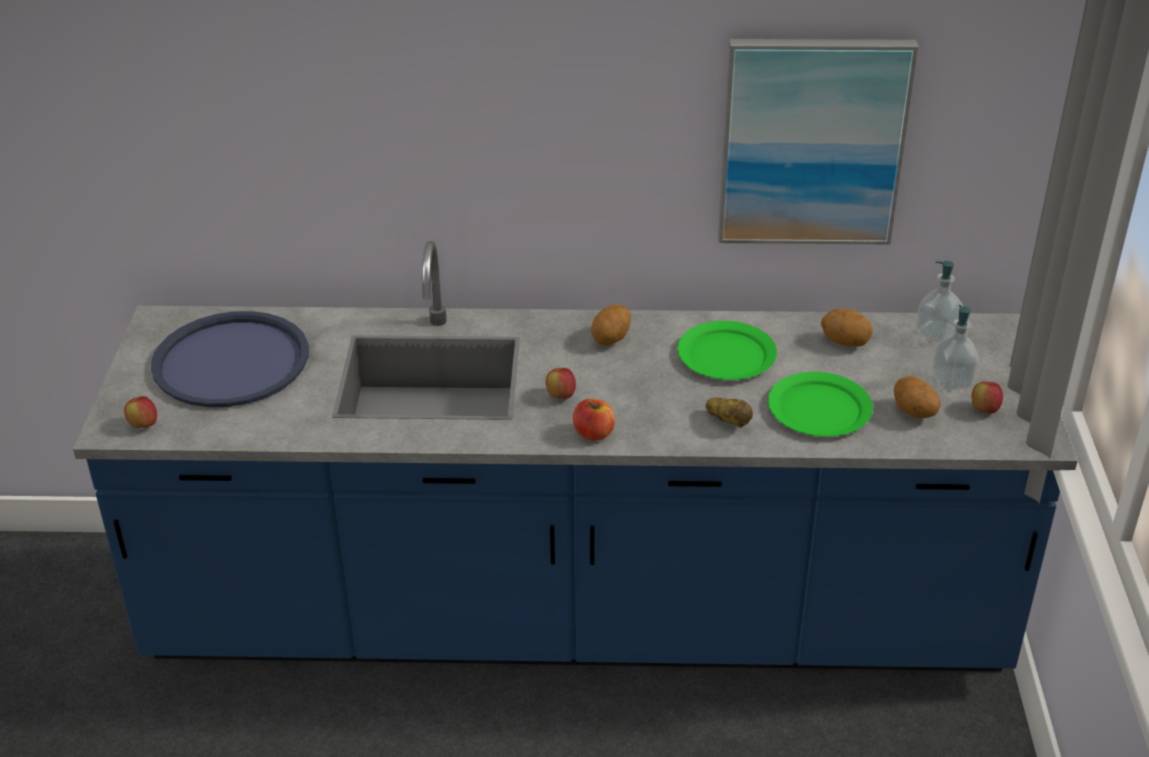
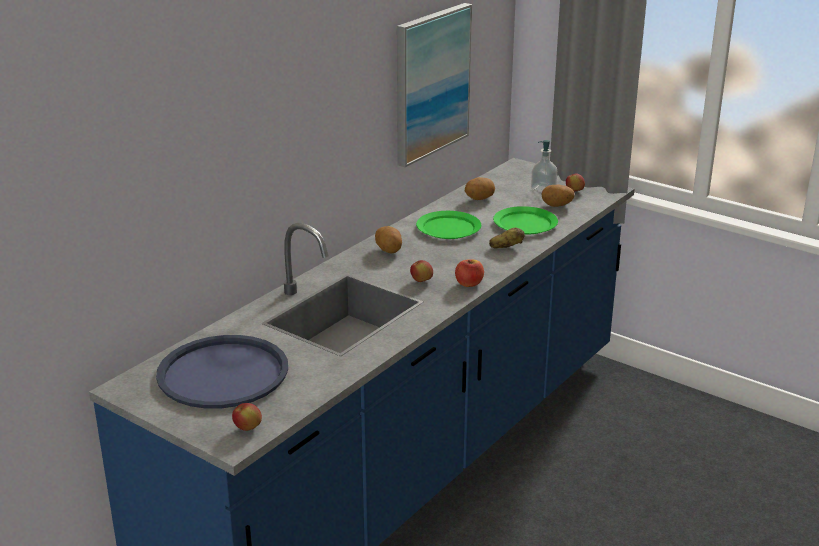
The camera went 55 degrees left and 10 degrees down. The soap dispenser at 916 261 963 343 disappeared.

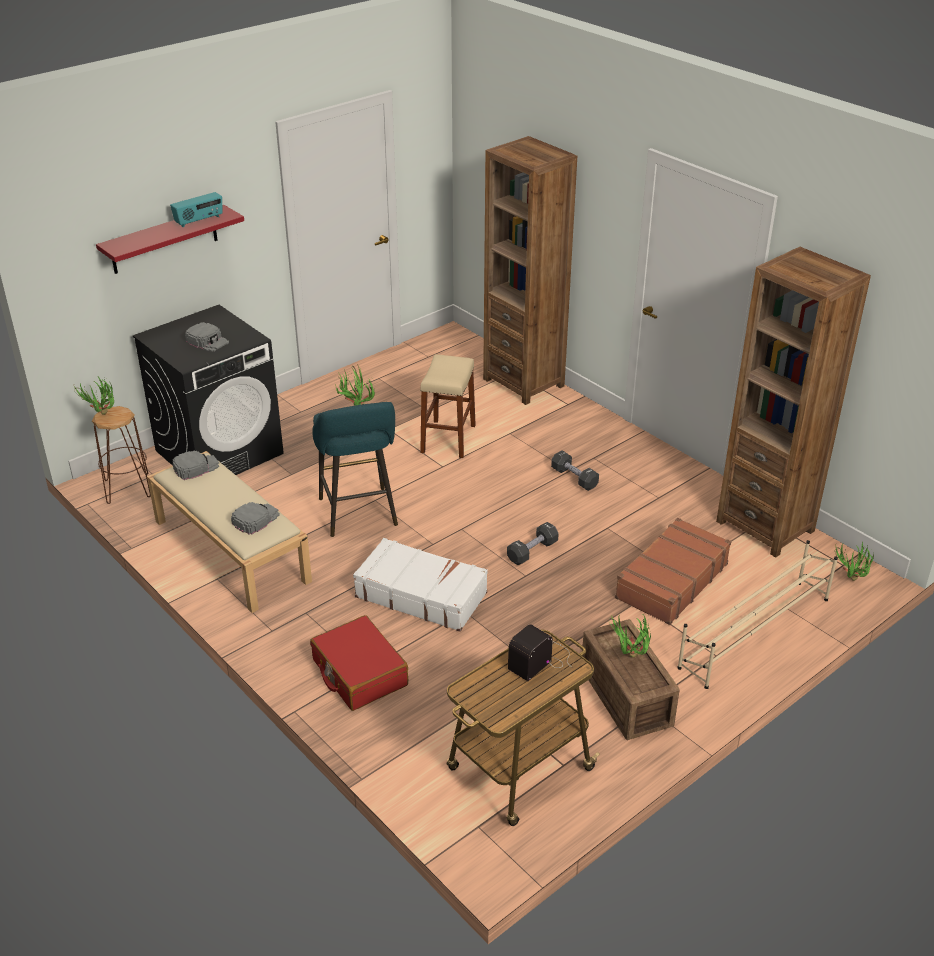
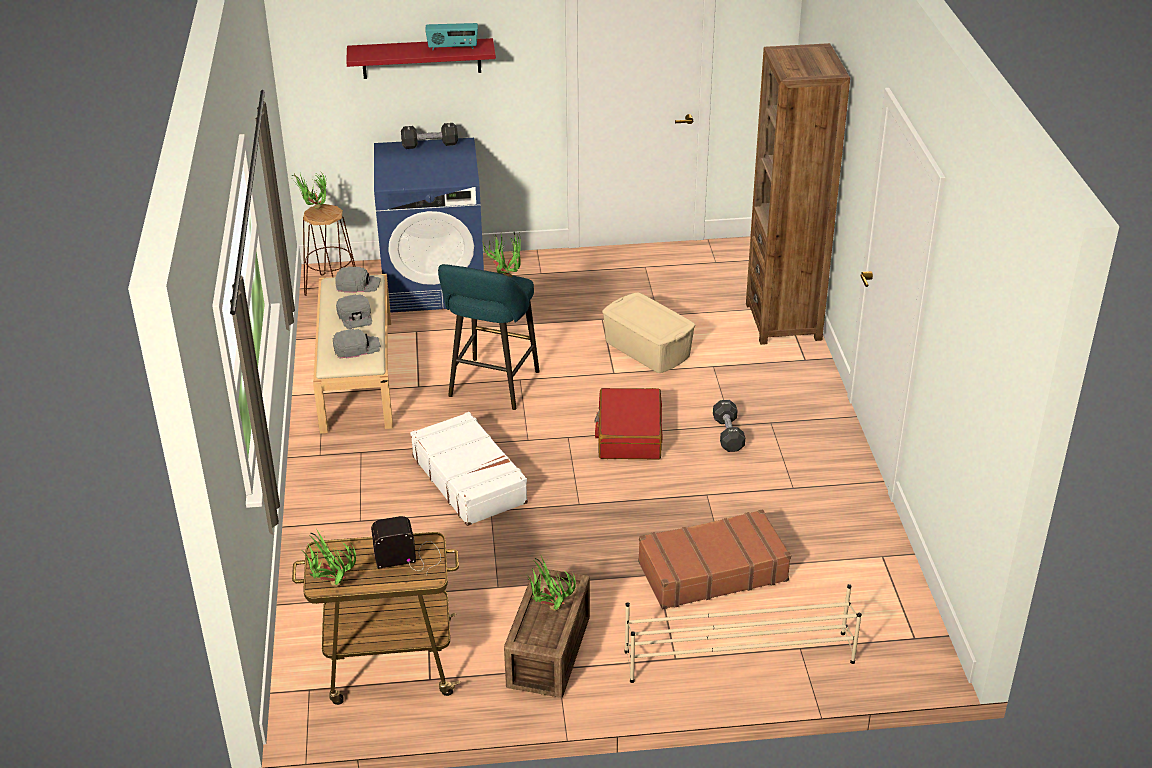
The camera went 35 degrees right and 0 degrees up. The brown bookcase at 716 247 871 557 disappeared. The black washing machine at 133 305 284 475 became the blue washing machine at 374 138 484 313. The grey cap moved from 185 322 229 352 to 336 294 372 329. The beige stool at 420 355 476 458 was replaced by the beige storage box at 602 292 695 373. The black dumbbell moved from 507 522 558 565 to 401 123 458 149. The potted plant moved from 835 542 874 581 to 303 530 356 587. The red suitcase moved from 310 615 408 711 to 594 388 663 460.

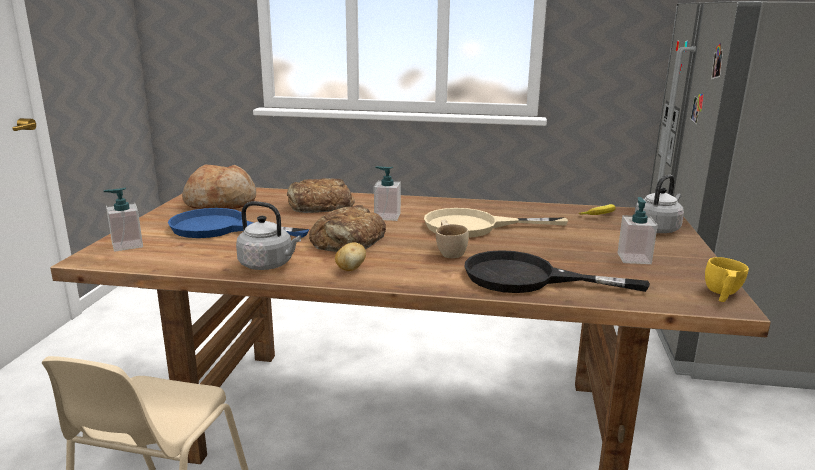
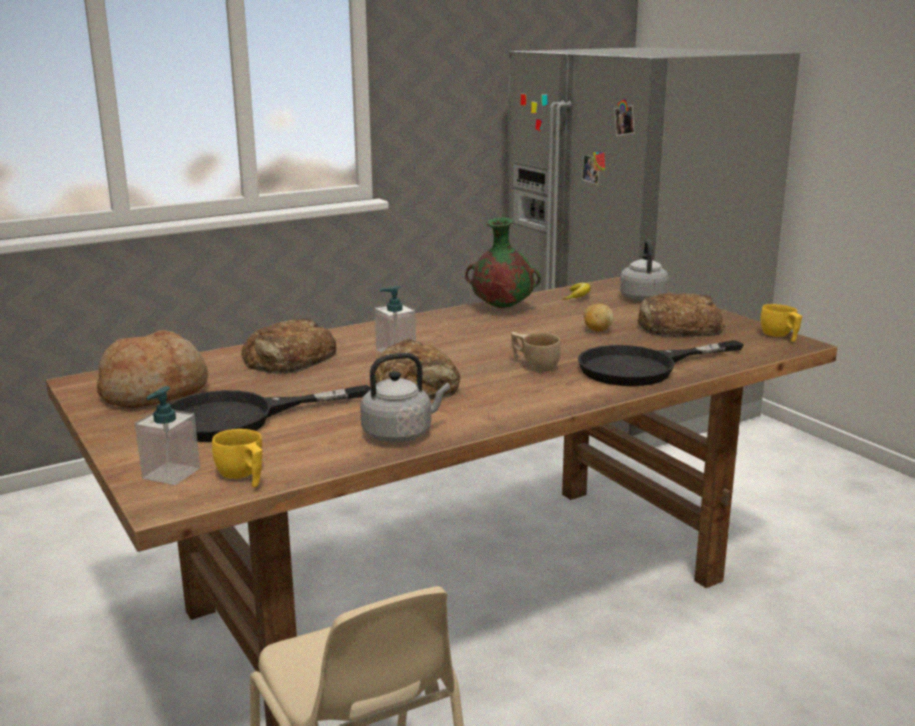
The camera went 40 degrees left and 0 degrees up. The soap dispenser at 617 197 658 264 was replaced by the bread at 638 293 726 337. The blue frying pan at 168 208 309 238 became the black frying pan at 170 385 371 442. The beige frying pan at 424 208 568 238 disappeared. The potato moved from 335 242 366 271 to 584 304 614 332. The green vase at 465 218 541 308 appeared. The yellow cup at 212 429 262 487 appeared.

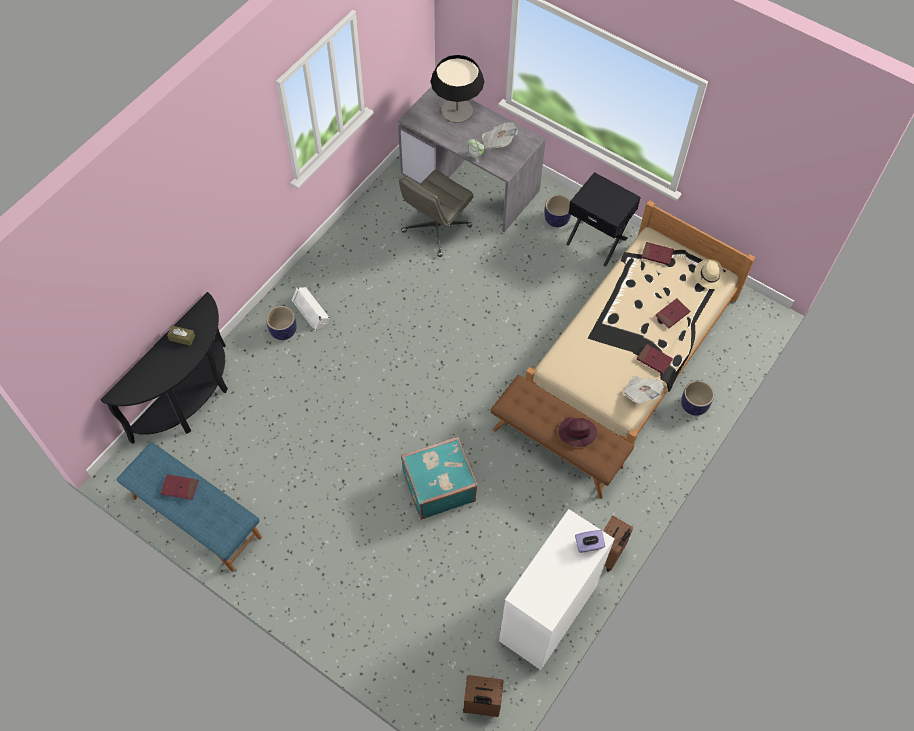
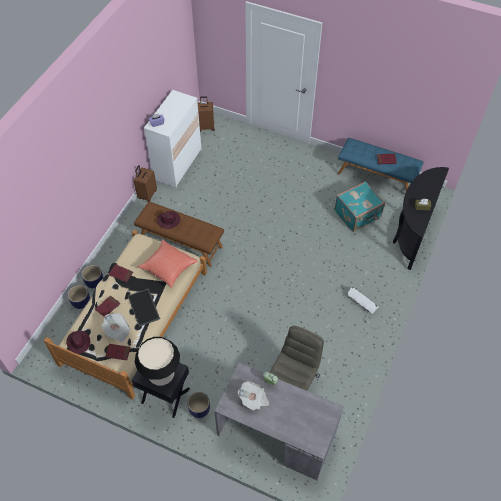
The camera went 170 degrees right and 5 degrees down. The table lamp moved from 431 55 484 123 to 135 337 180 386. The beige hat at 694 259 727 289 became the purple hat at 66 331 90 354. The planter moved from 266 306 296 340 to 68 285 90 309. The newspaper moved from 622 376 664 403 to 102 313 131 343. The turquoise suitcase moved from 401 437 478 519 to 335 181 385 232. The red pillow at 138 239 198 288 appeared. The tray at 128 288 160 327 appeared.

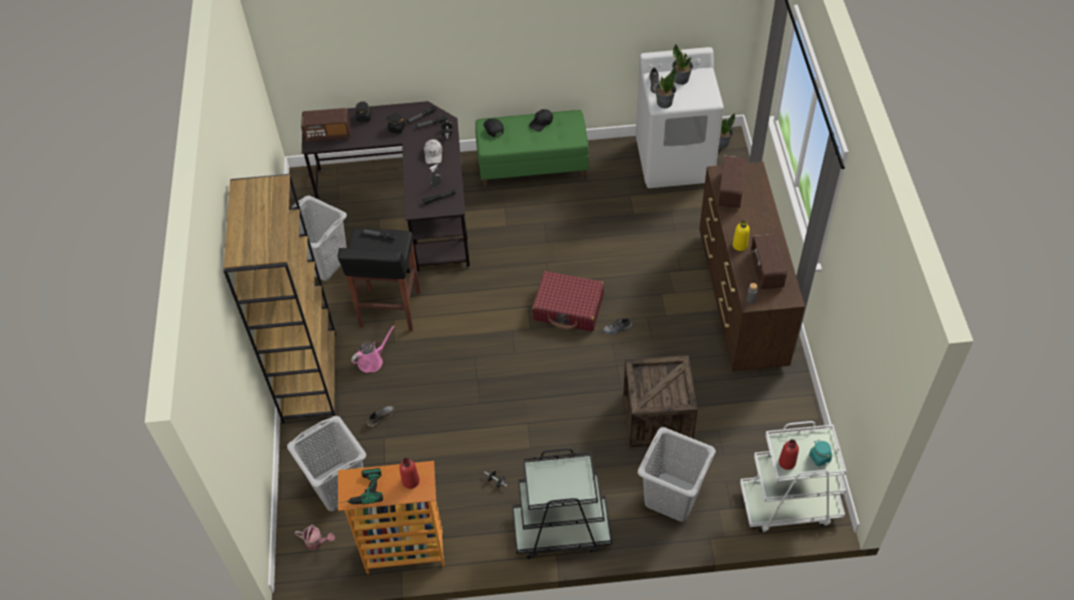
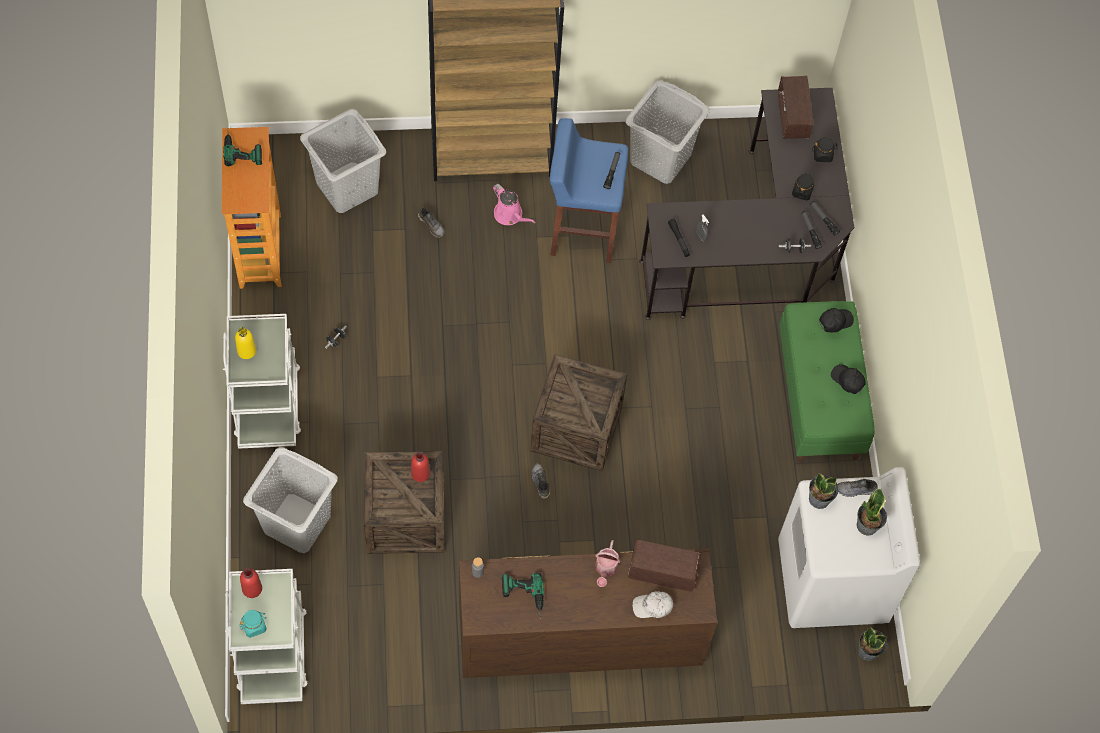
The camera went 85 degrees right and 10 degrees up. The white cap moved from 424 139 442 164 to 632 591 673 618. The yellow bottle moved from 732 220 750 251 to 235 327 256 359. The black stool at 337 228 420 331 became the blue stool at 550 118 628 263. The radio at 751 234 787 289 was replaced by the power drill at 502 572 544 619. The red suitcase at 532 271 604 331 was replaced by the crate at 531 354 627 471. The black cart at 512 448 612 559 became the white cart at 223 314 301 449. The red bottle moved from 399 458 420 489 to 411 452 430 482. The watering can moved from 295 524 335 550 to 596 540 620 587.

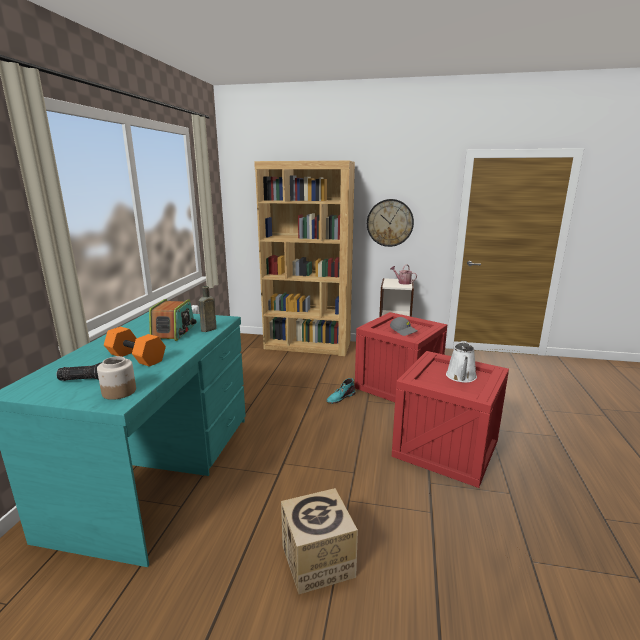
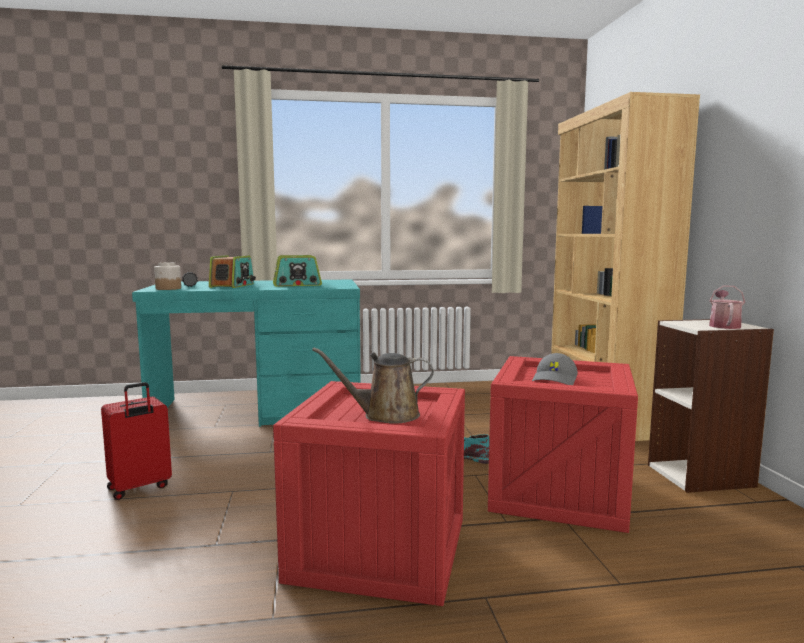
The camera went 70 degrees right and 10 degrees down. The wall clock at 367 199 414 247 disappeared. The brown bottle at 199 286 217 332 disappeared. The orange dumbbell at 104 327 166 367 was replaced by the radio at 209 255 256 288. The white watering can at 446 341 477 383 became the brown watering can at 312 347 434 424. The cardboard box at 281 488 358 594 was replaced by the red suitcase at 101 382 172 500.

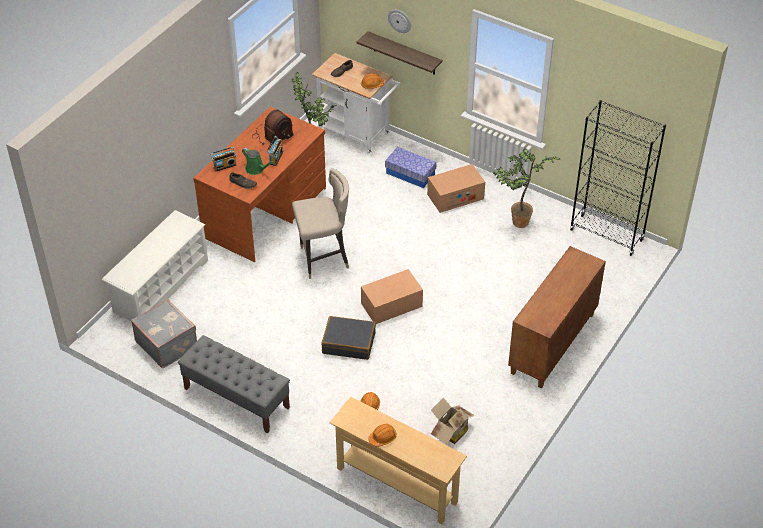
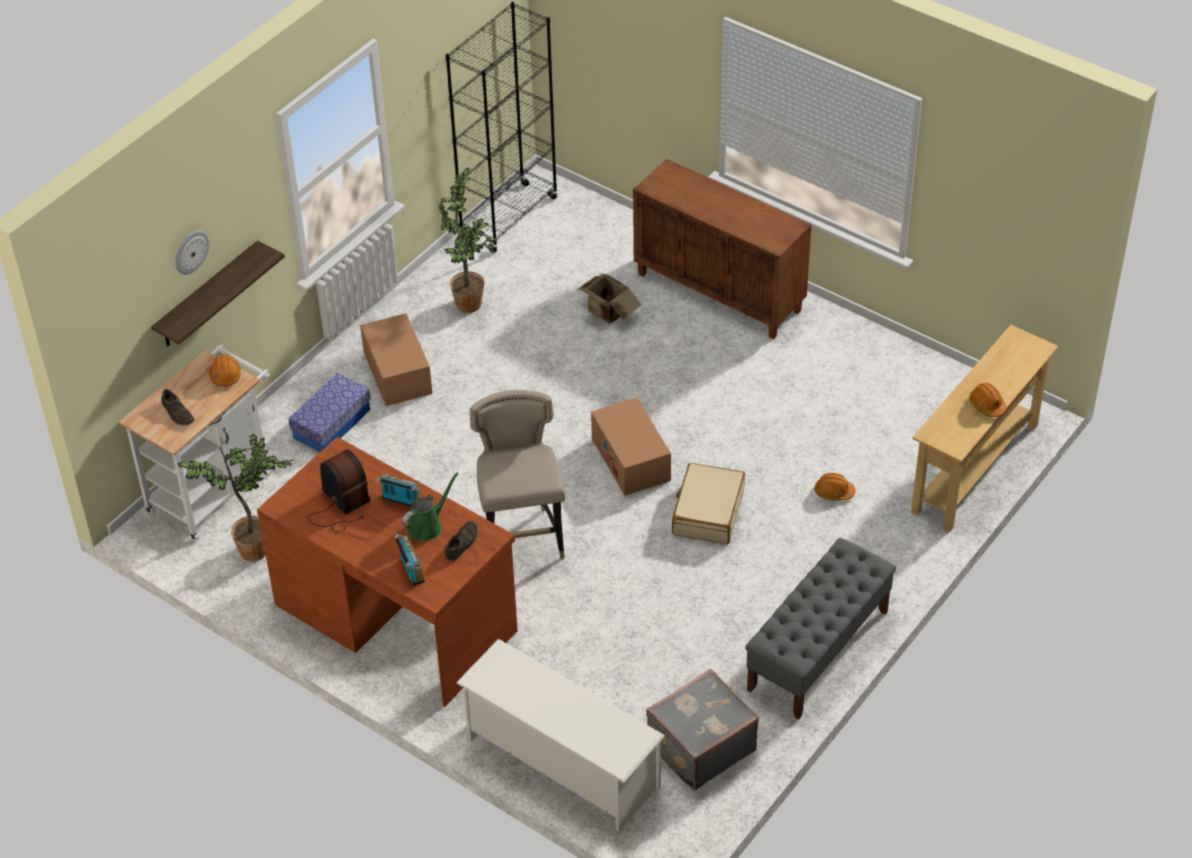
The camera went 85 degrees left and 0 degrees up. The black suitcase at 322 316 376 360 became the beige suitcase at 672 463 745 544. The cardboard box moved from 431 398 475 444 to 577 273 641 324.

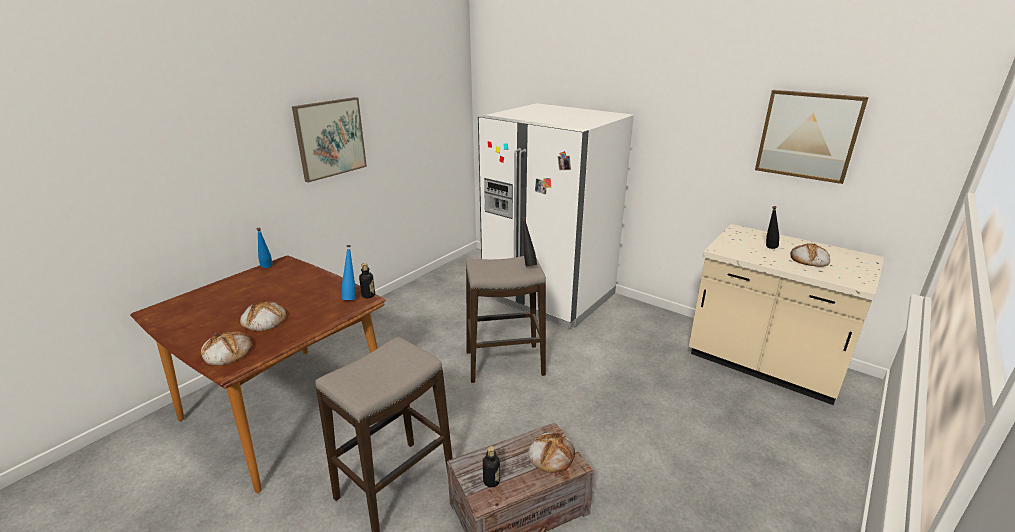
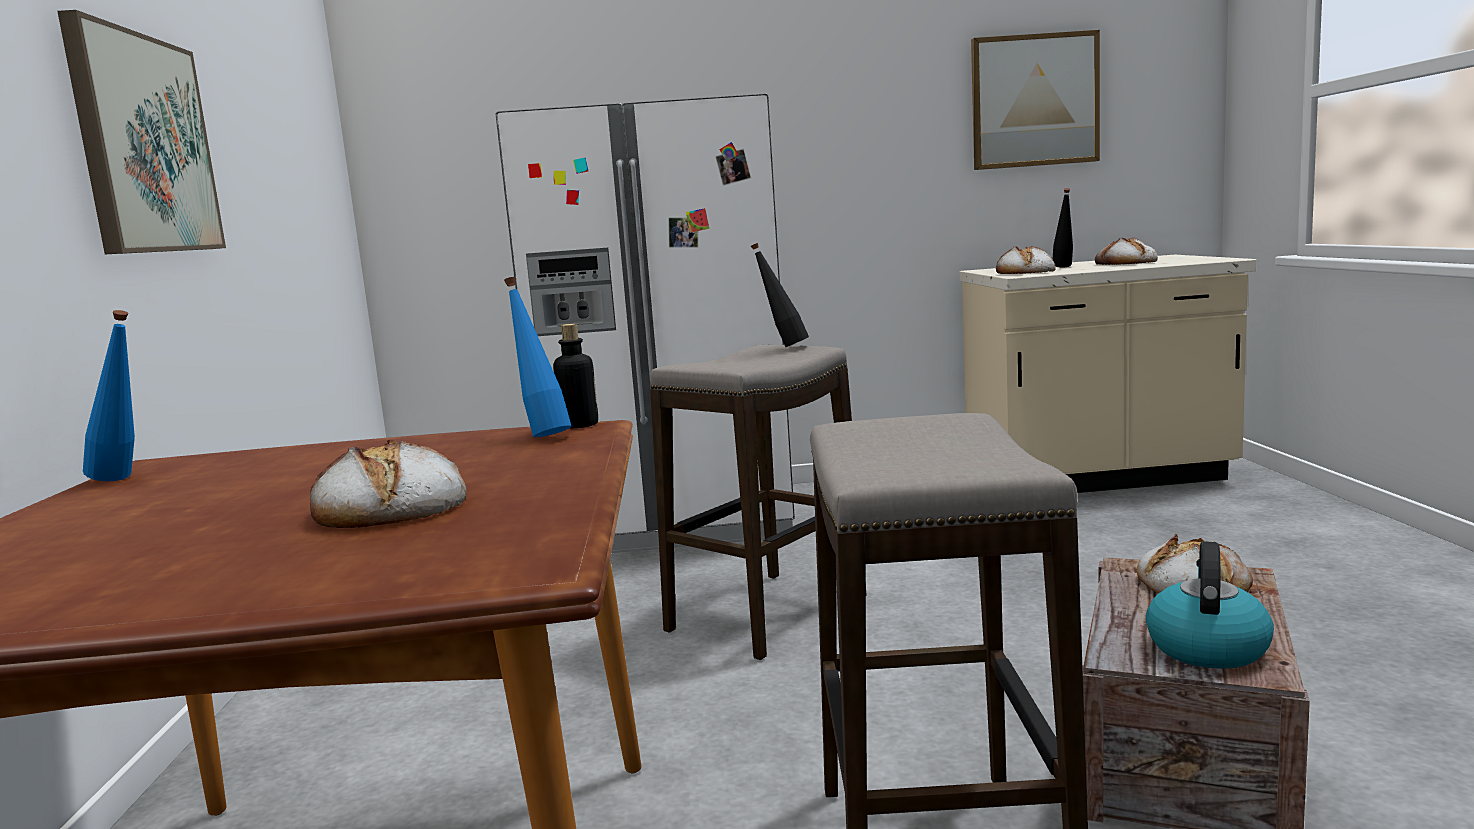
The camera went 40 degrees left and 15 degrees down. The bread moved from 201 331 253 366 to 996 246 1056 274. The bottle at 483 446 500 487 was replaced by the kettle at 1146 541 1274 669.

